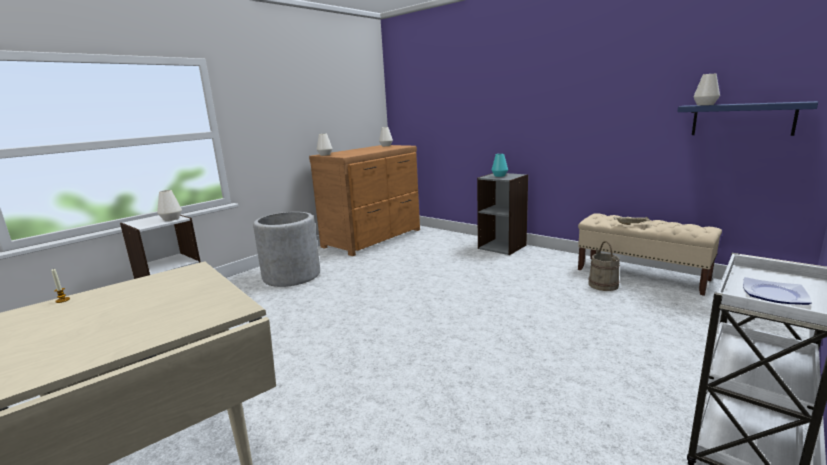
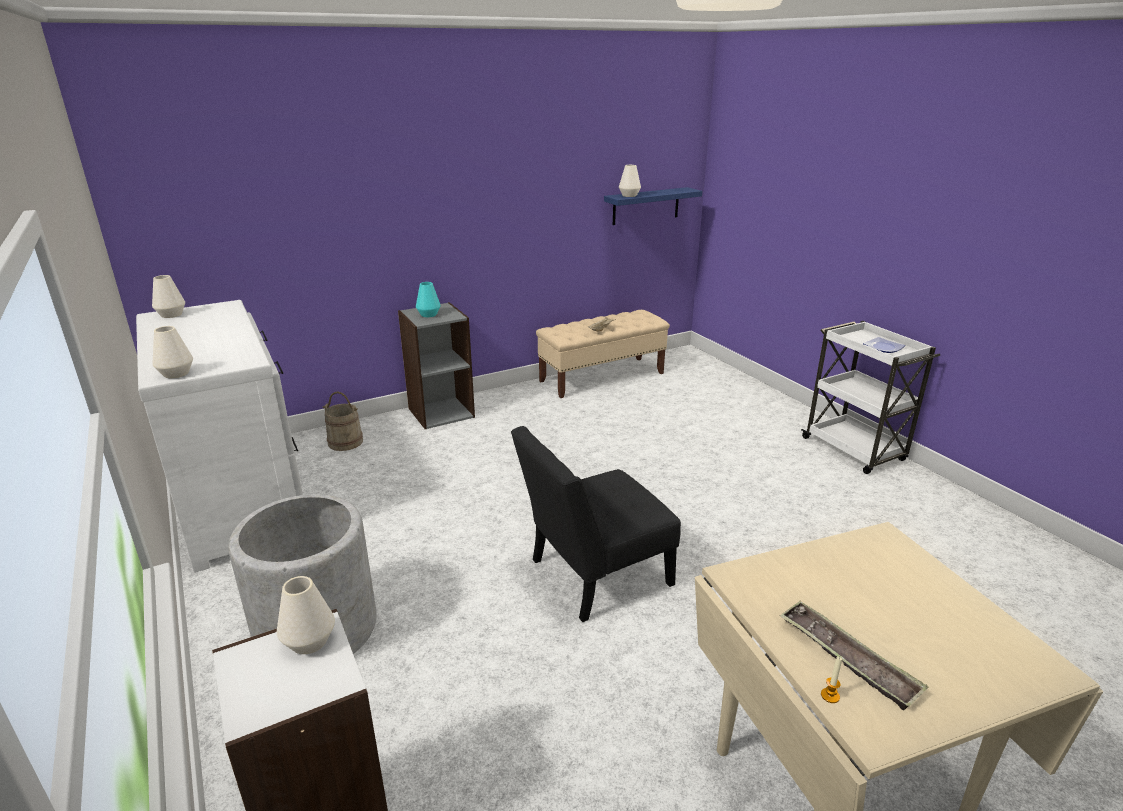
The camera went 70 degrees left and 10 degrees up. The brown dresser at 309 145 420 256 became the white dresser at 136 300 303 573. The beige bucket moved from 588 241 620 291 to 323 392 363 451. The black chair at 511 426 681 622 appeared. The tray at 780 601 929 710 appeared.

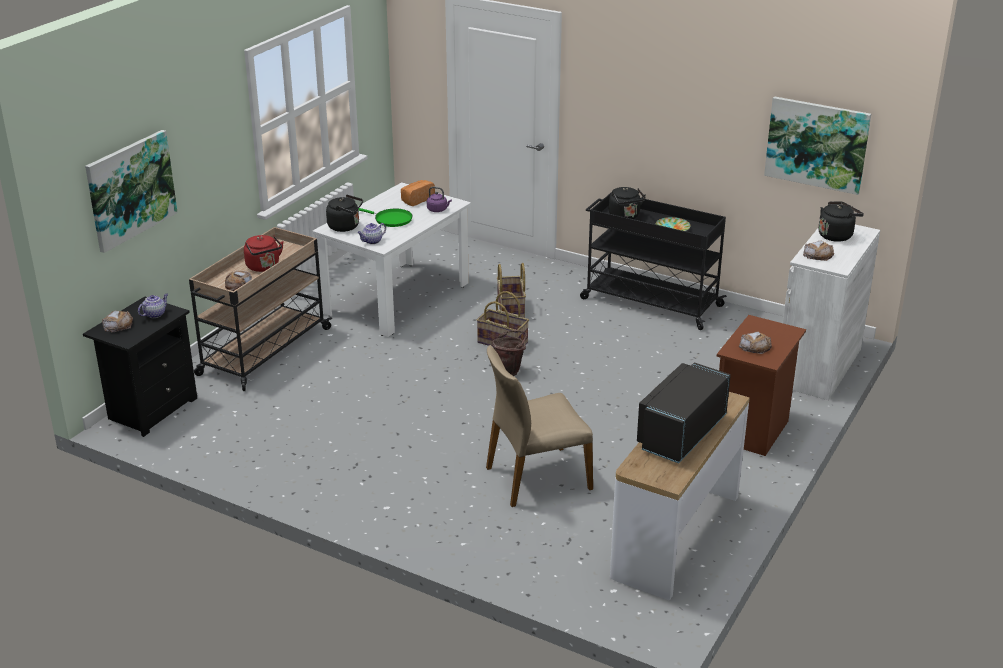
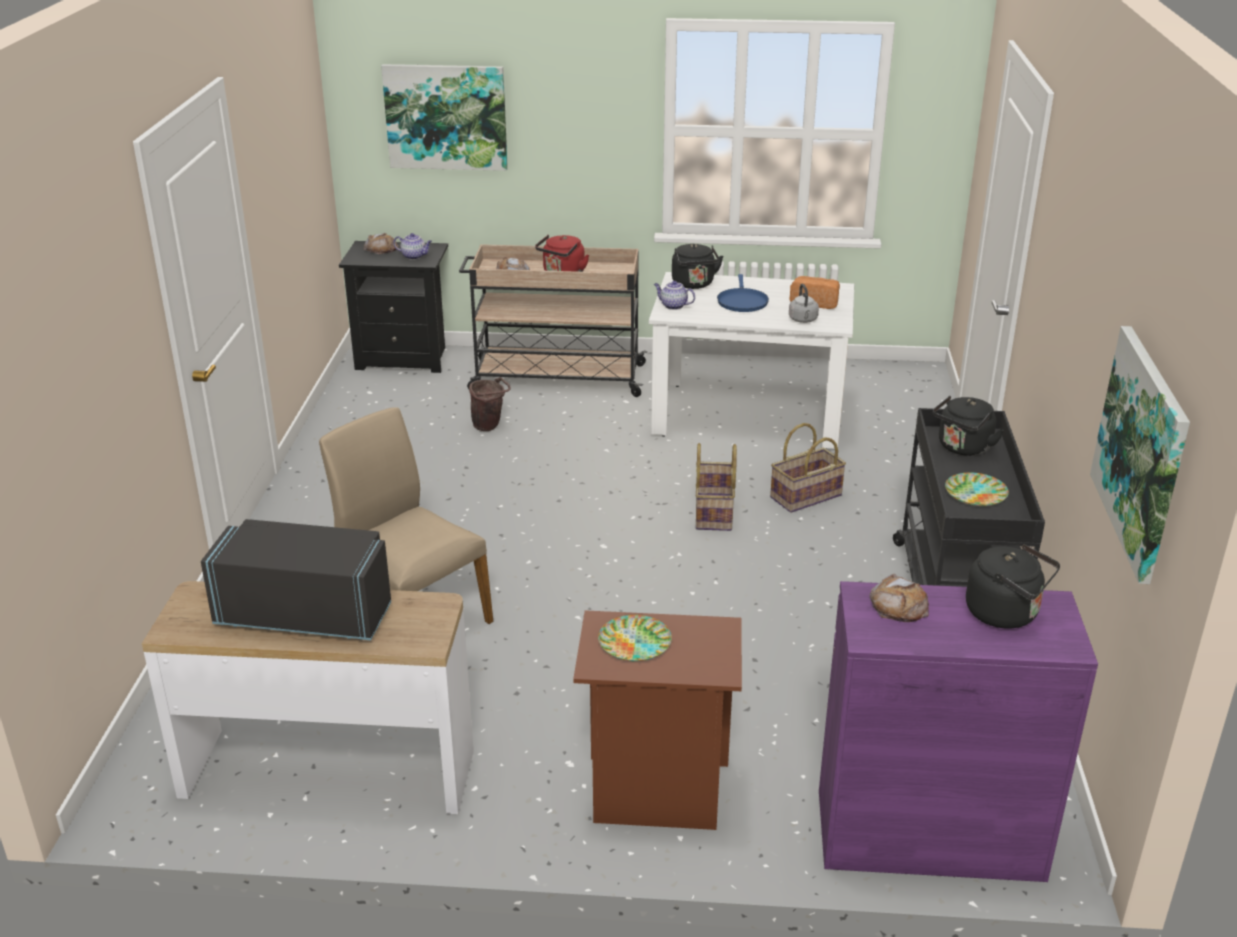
The camera went 65 degrees right and 0 degrees up. The purple kettle at 427 187 452 212 became the grey kettle at 789 284 819 323. The green frying pan at 359 208 413 227 became the blue frying pan at 717 274 769 312. The white cabinet at 783 225 880 400 became the purple cabinet at 819 581 1098 882. The brown bucket moved from 492 330 527 376 to 469 377 511 431. The bread at 739 331 772 354 was replaced by the plate at 598 615 672 662.

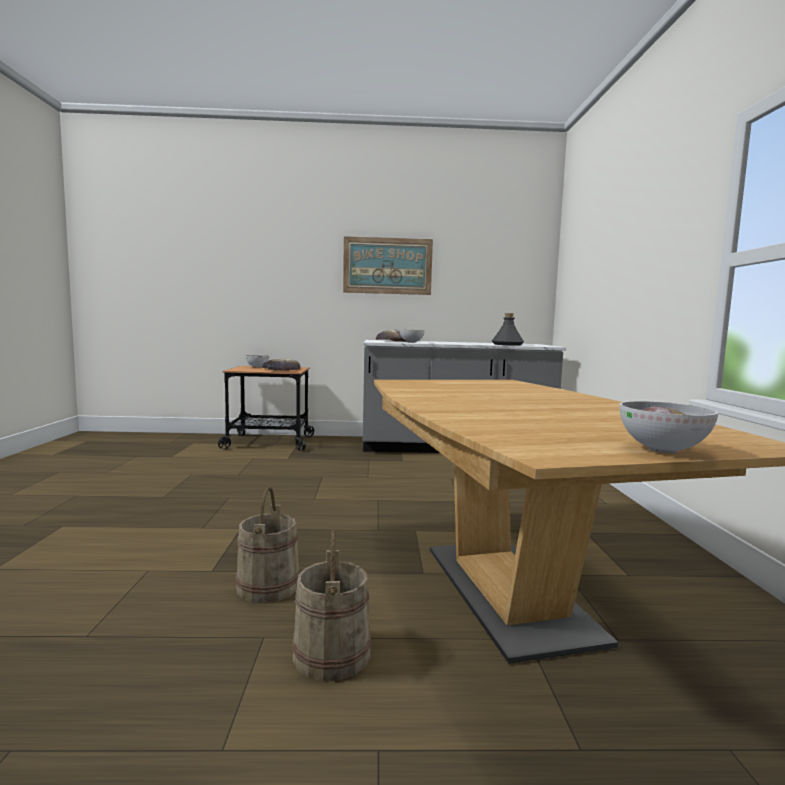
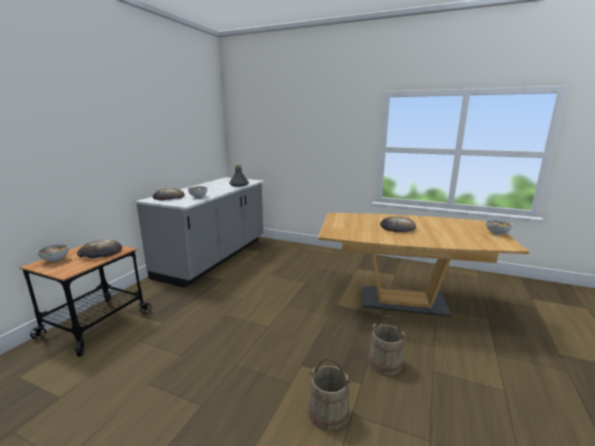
The camera went 65 degrees left and 10 degrees up. The picture at 343 236 433 295 disappeared. The beige bucket moved from 292 530 372 681 to 308 358 352 431. The bread at 380 216 416 232 appeared.

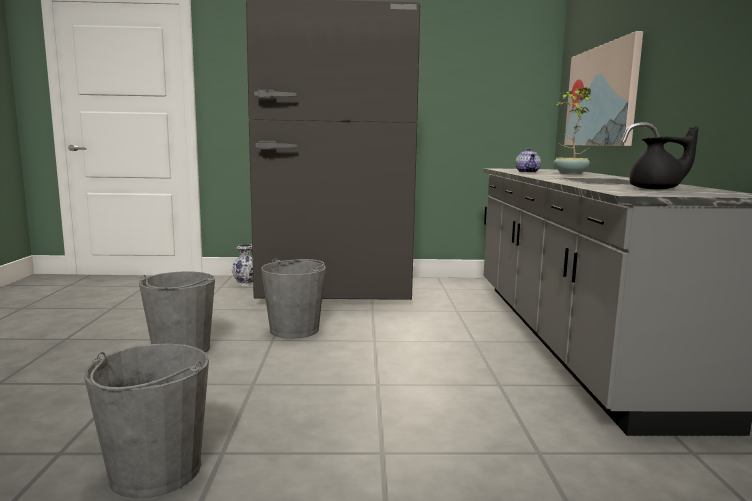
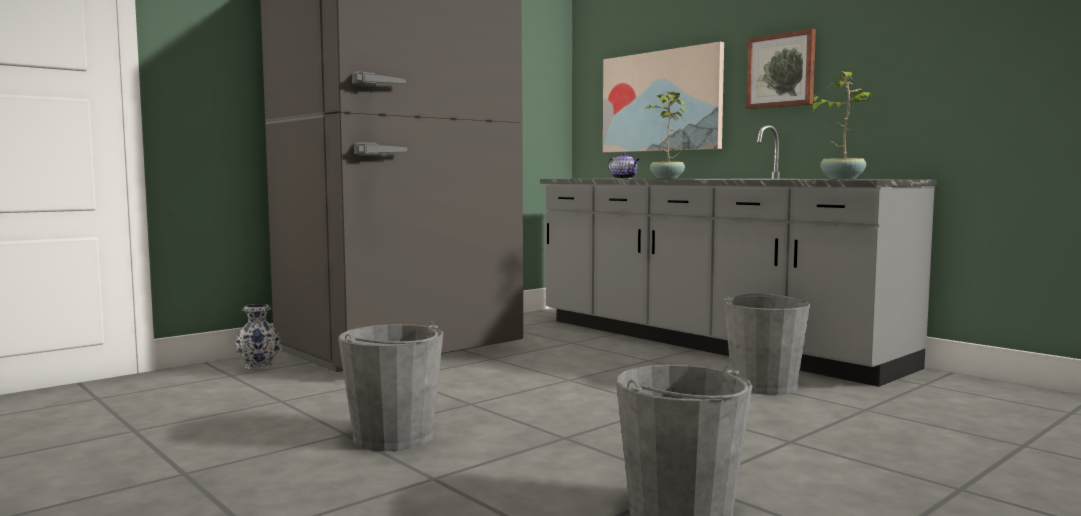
The camera went 40 degrees left and 5 degrees down. The black teapot at 630 126 698 189 was replaced by the potted plant at 809 69 874 179. The grey bucket moved from 261 258 326 339 to 724 293 810 395. The picture at 746 29 816 109 appeared.

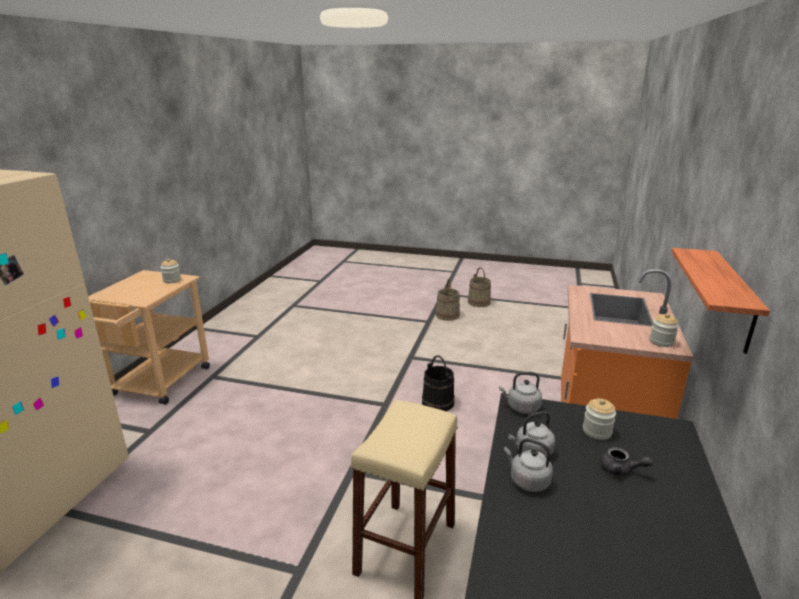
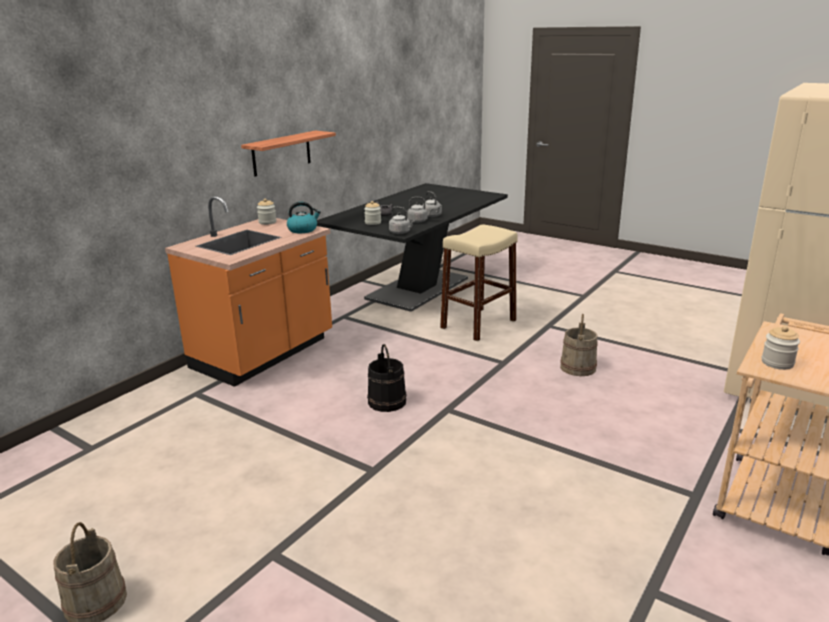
The camera went 160 degrees left and 0 degrees up. The beige bucket moved from 436 278 460 321 to 560 314 598 376. The kettle at 287 202 321 233 appeared.

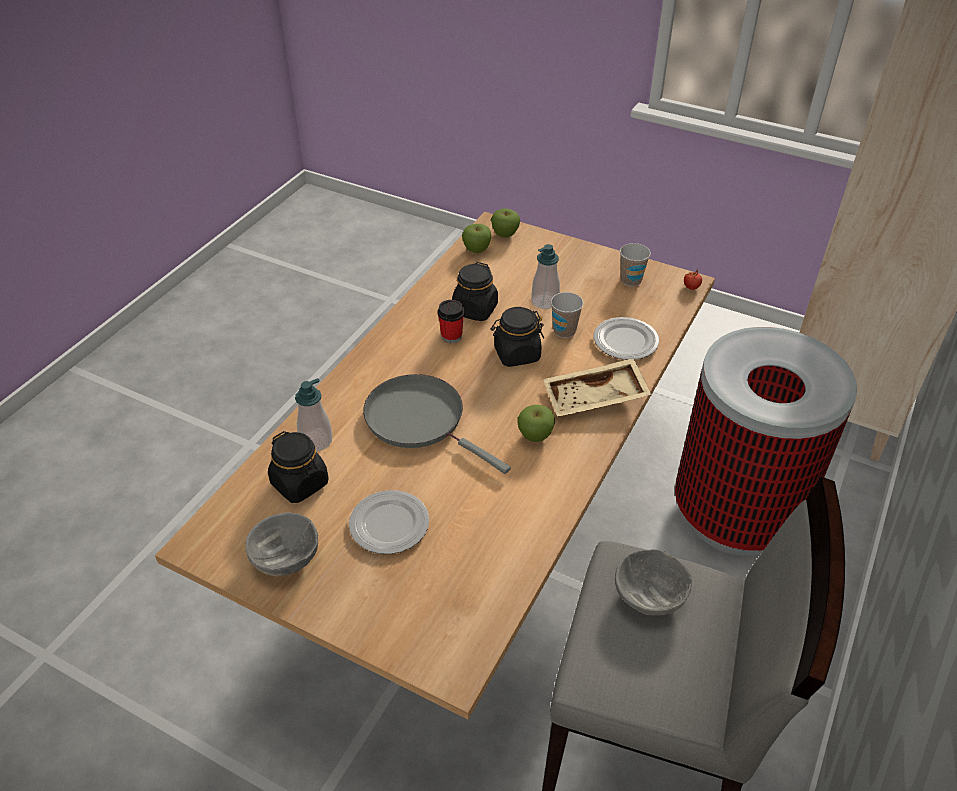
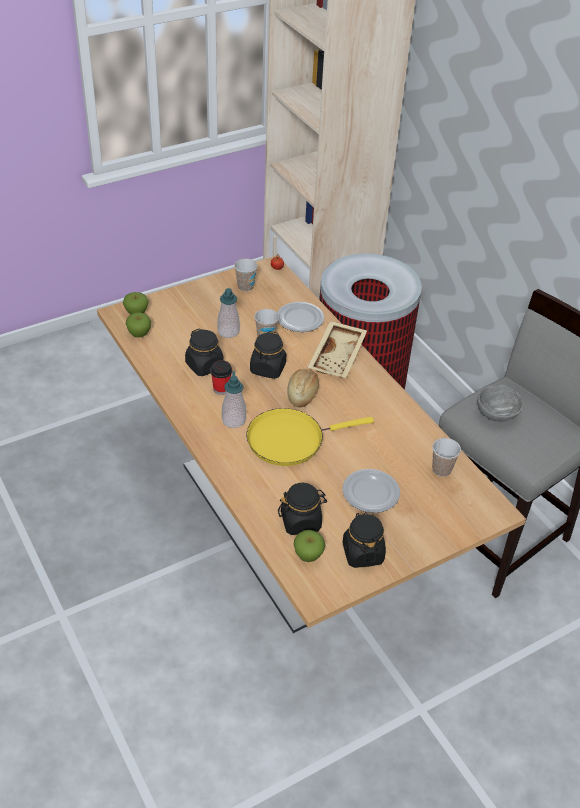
The camera went 60 degrees left and 0 degrees up. The grey frying pan at 363 374 511 474 became the yellow frying pan at 246 408 374 466. The soap dispenser moved from 295 378 333 452 to 222 371 246 428. The apple moved from 518 405 555 442 to 294 530 325 562. The grey bowl at 245 513 318 576 was replaced by the black jar at 342 512 386 568. The bread at 287 369 319 408 appeared. The cup at 432 438 461 477 appeared.

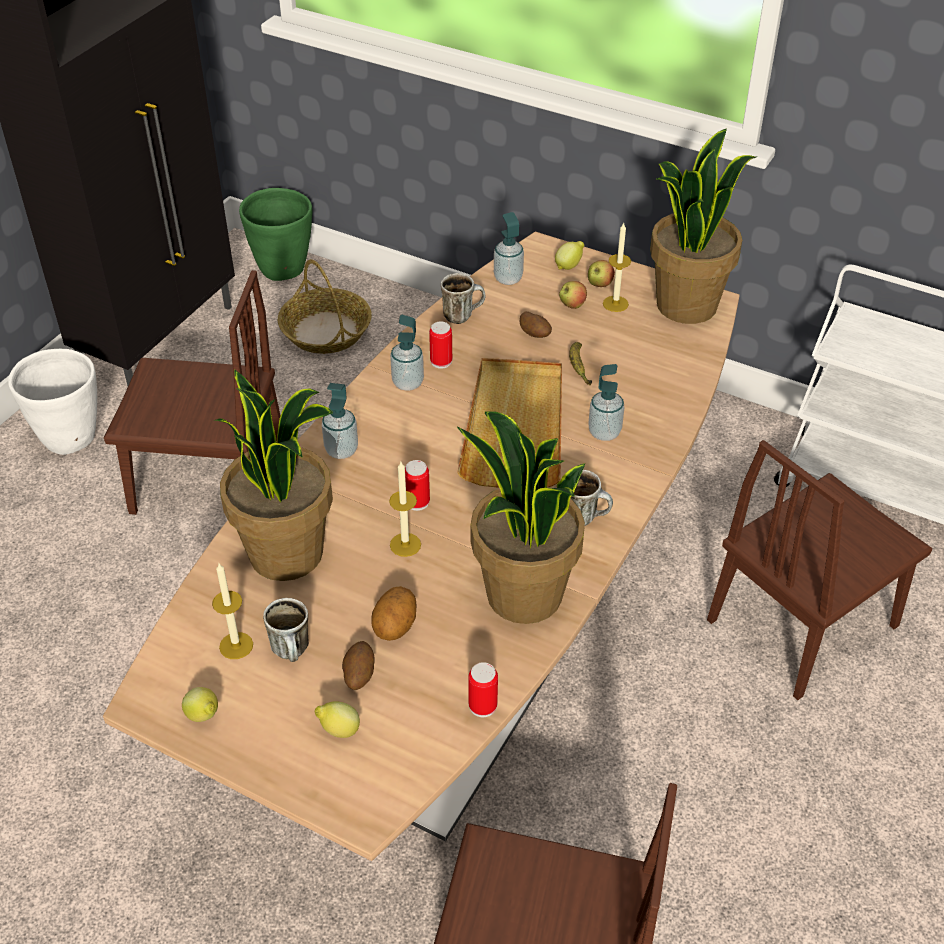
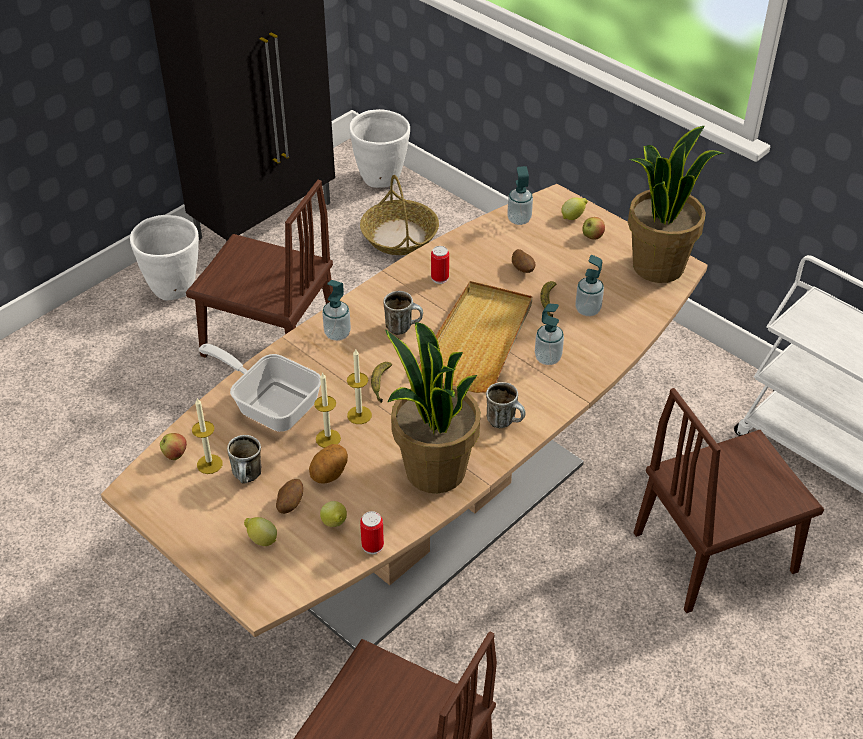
The camera went 15 degrees right and 0 degrees up. The green planter at 239 188 312 281 became the white planter at 349 109 410 188. The candle moved from 603 223 631 312 to 314 372 341 448. The mug moved from 441 273 485 324 to 383 291 423 335. The apple moved from 559 281 587 309 to 160 433 187 460. The soap dispenser moved from 390 315 424 391 to 575 255 604 316. The potted plant at 214 370 333 581 was replaced by the frying pan at 199 344 321 432. The can at 405 460 430 511 was replaced by the banana at 371 362 392 403. The lemon moved from 182 687 218 722 to 320 501 347 527.

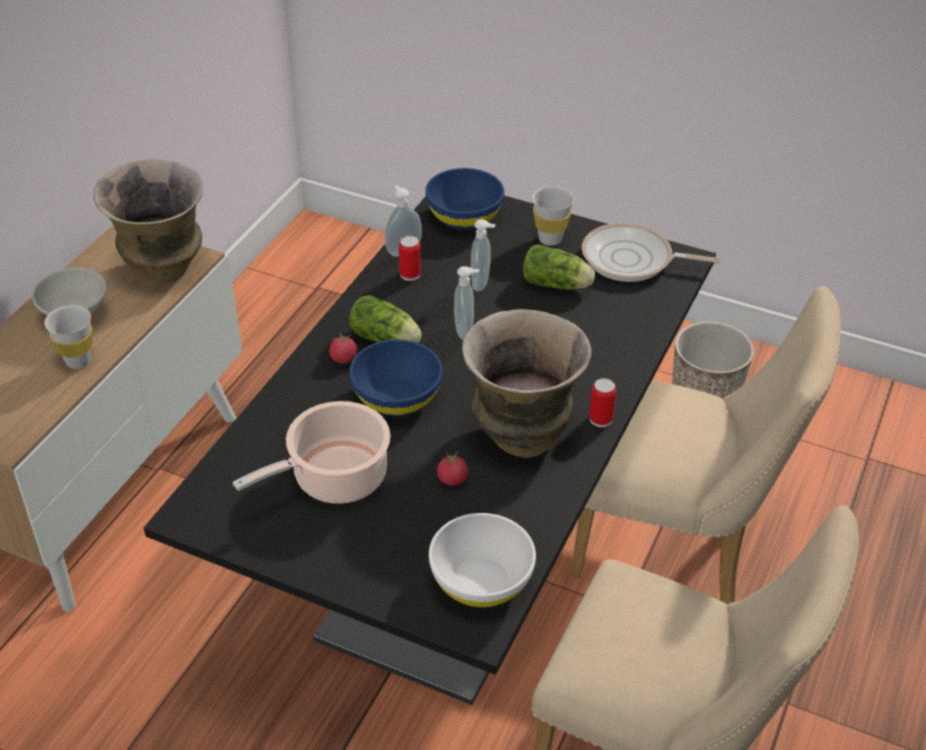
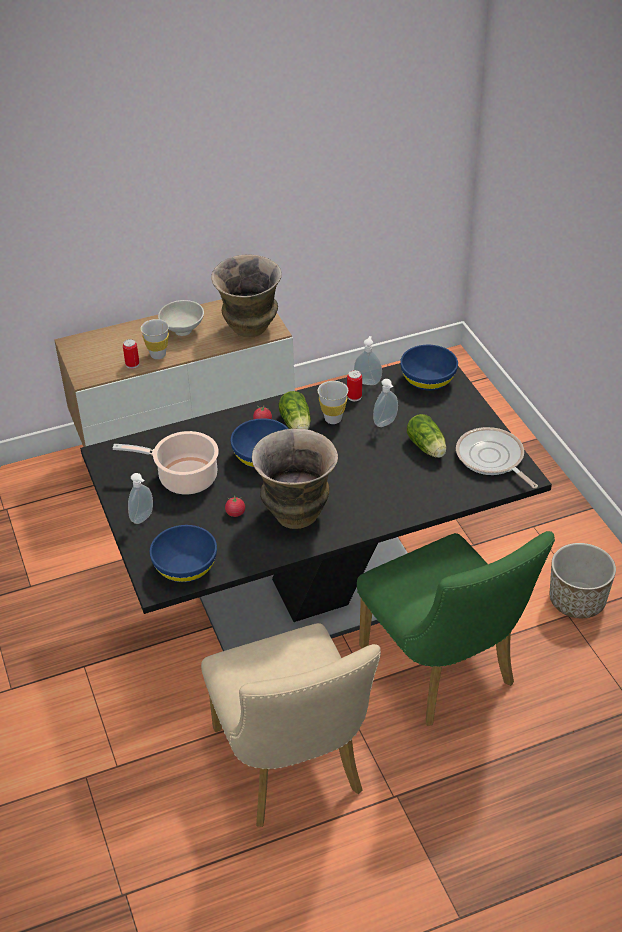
The camera went 45 degrees right and 0 degrees up. The white cup moved from 532 186 574 246 to 318 381 348 424. The soap dispenser moved from 454 266 479 340 to 128 473 153 524. The beige chair at 570 286 841 605 became the green chair at 357 531 555 726. The can moved from 589 378 617 427 to 123 339 139 369. The white bowl at 429 513 536 607 became the blue bowl at 150 525 217 582.

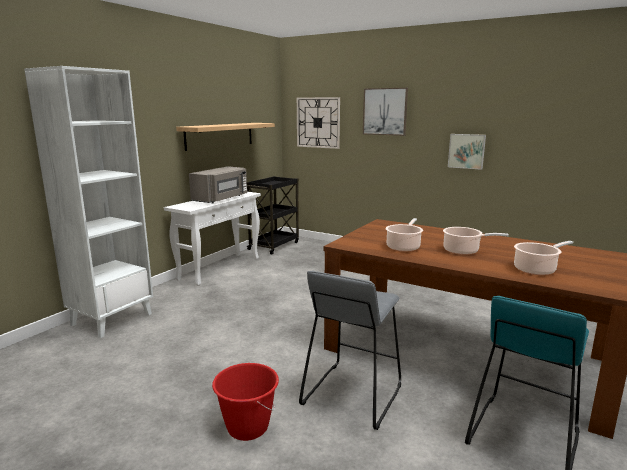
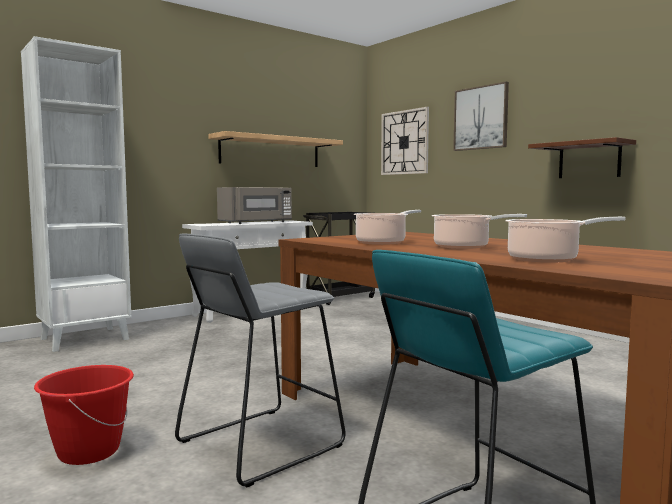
The camera went 20 degrees right and 10 degrees down. The picture at 448 134 486 170 was replaced by the brown shelf at 528 137 636 178.

